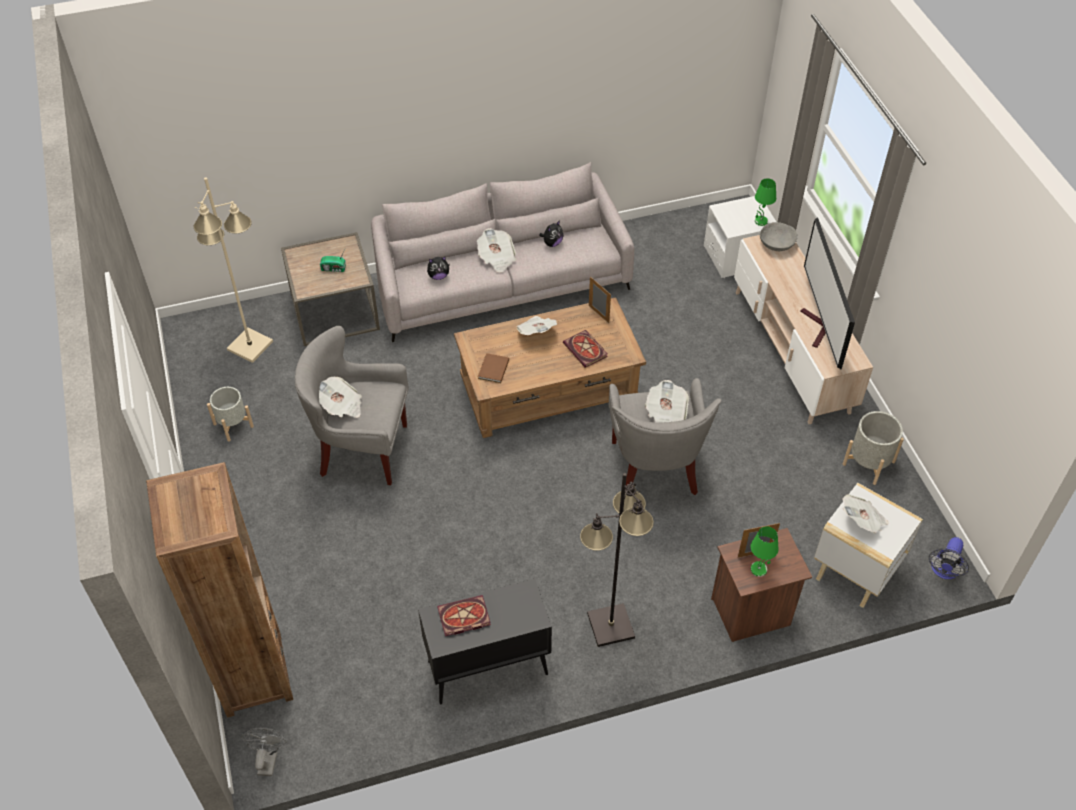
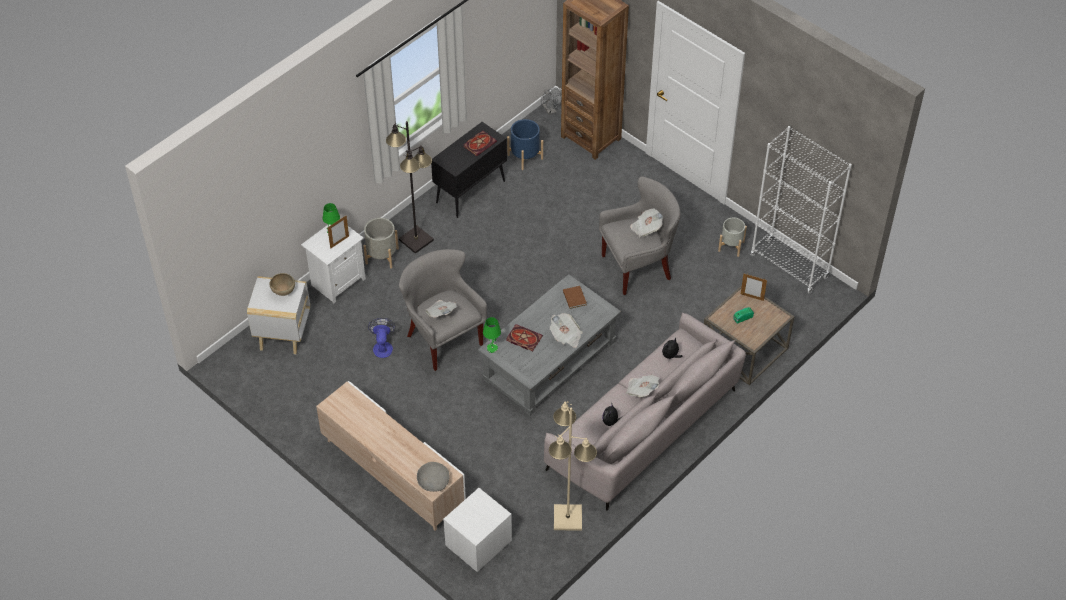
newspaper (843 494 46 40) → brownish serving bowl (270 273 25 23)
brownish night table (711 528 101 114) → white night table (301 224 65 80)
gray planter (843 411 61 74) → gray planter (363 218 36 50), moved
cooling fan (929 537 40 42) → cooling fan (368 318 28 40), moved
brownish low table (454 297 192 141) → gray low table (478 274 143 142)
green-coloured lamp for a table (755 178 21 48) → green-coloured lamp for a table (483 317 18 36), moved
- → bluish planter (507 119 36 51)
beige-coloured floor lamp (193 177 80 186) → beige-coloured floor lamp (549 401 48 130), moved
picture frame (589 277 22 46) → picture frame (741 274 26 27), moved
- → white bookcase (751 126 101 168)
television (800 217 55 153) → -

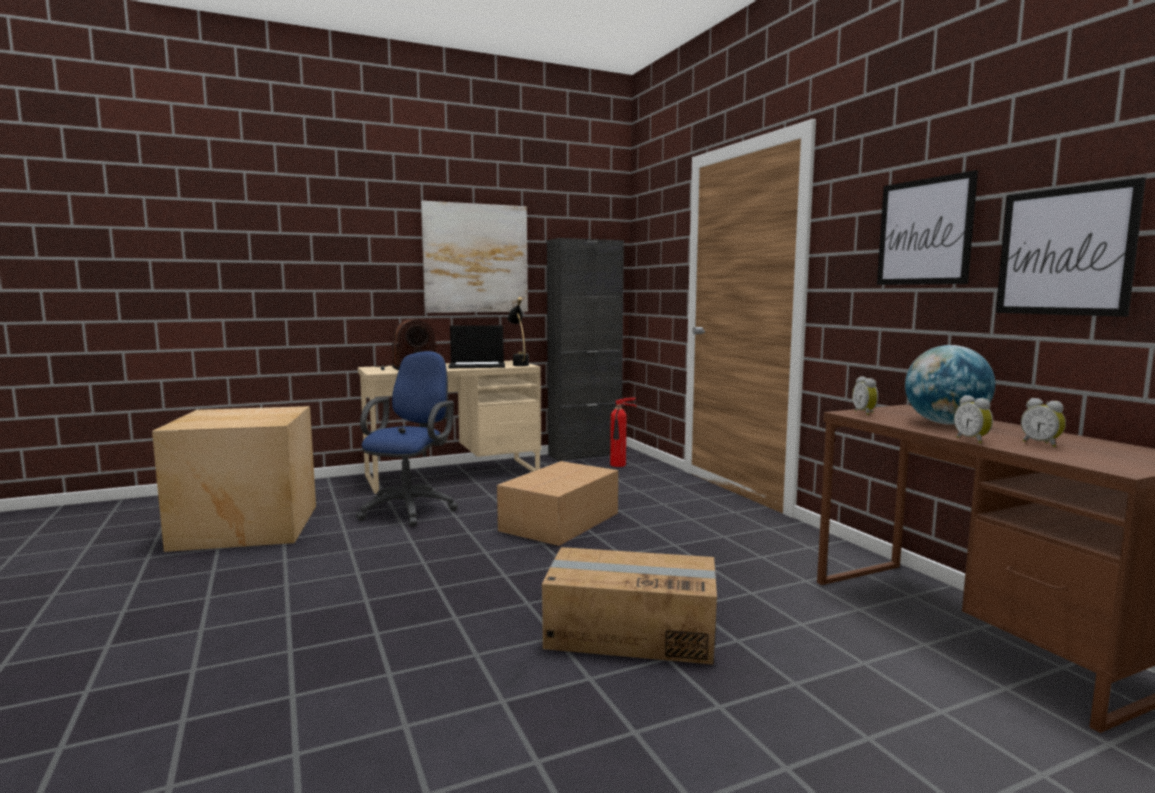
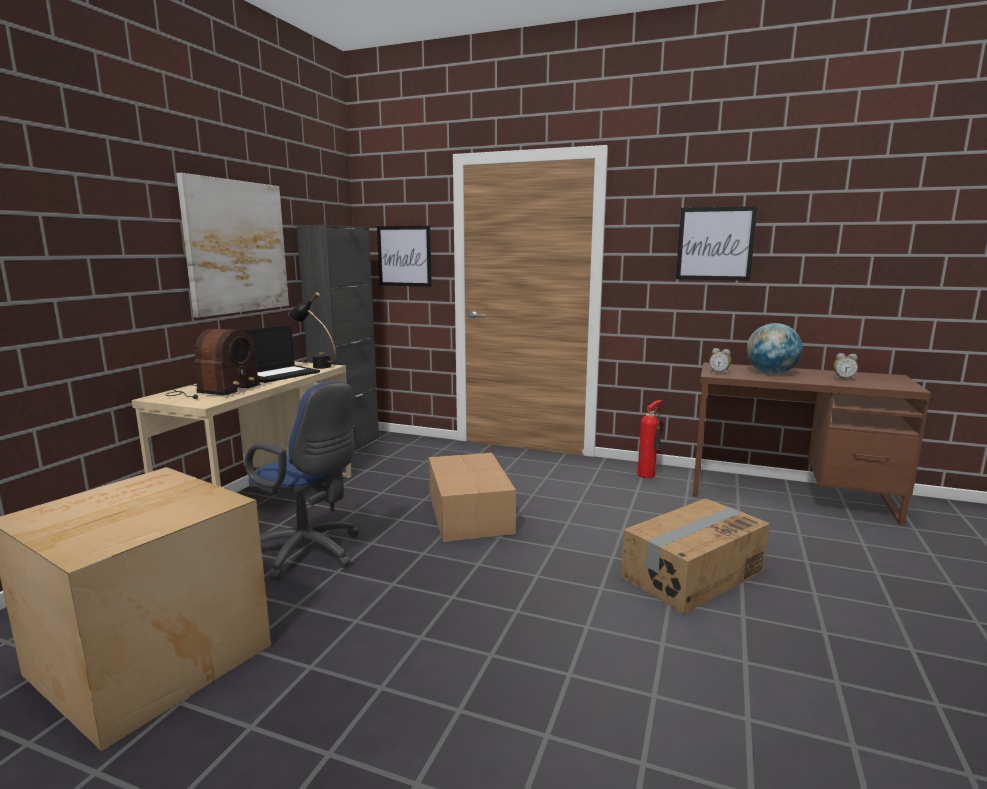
bluish computer chair (356 351 102 176) → bluish computer chair (245 382 114 198), 150 degrees clockwise
picture (996 177 150 140) → picture (377 226 55 61), moved
fire extinguisher (610 398 27 69) → fire extinguisher (638 400 24 78), moved
table clock (954 395 39 49) → -

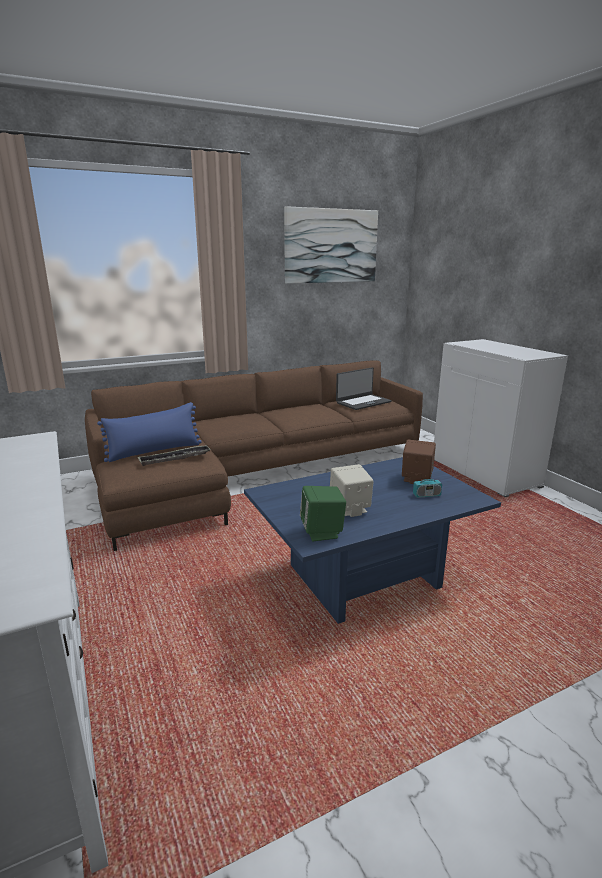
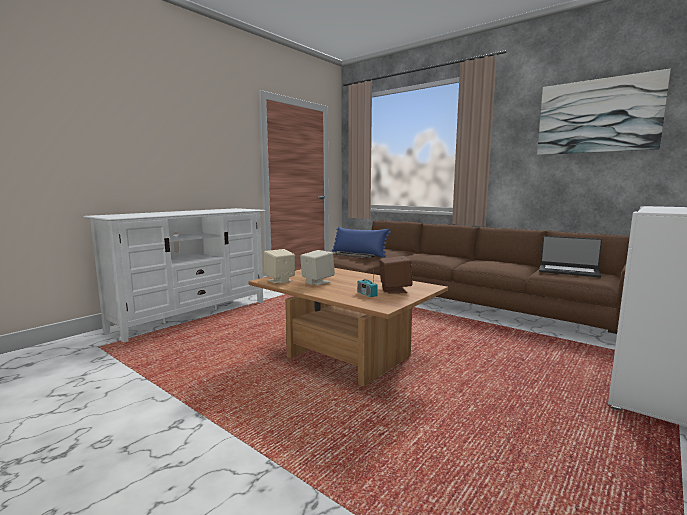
bluish low table (244 457 257 167) → brownish low table (248 268 200 119)
green-coloured loudspeaker (300 486 46 55) → beige-coloured loudspeaker (264 249 31 35)

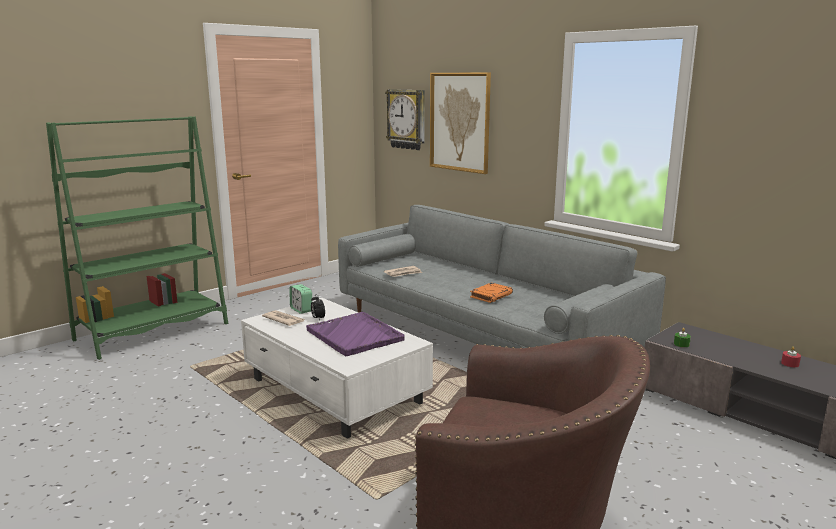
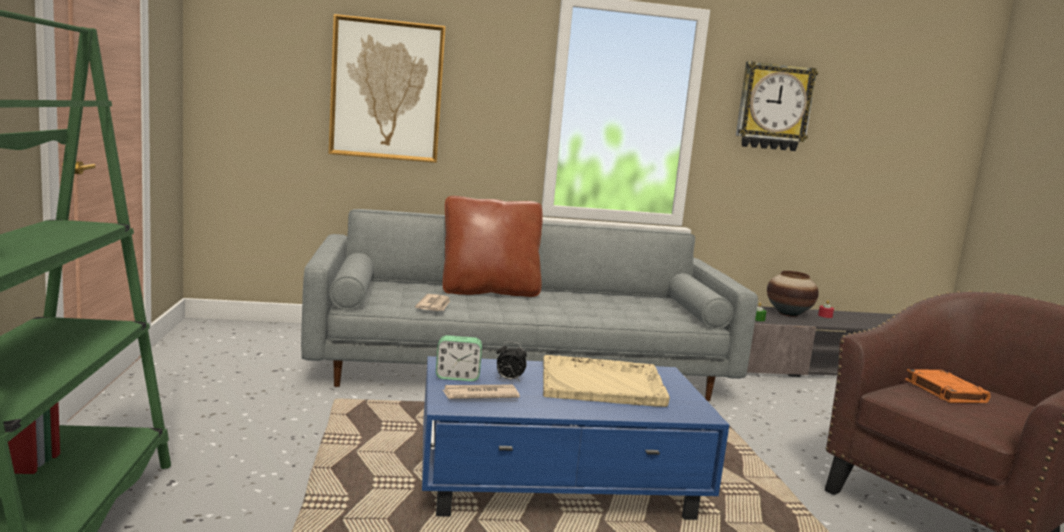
white low table (241 298 192 141) → bluish low table (422 356 307 164)
- → brownish cushion (443 196 100 101)
purplish tray (306 312 99 44) → beige-coloured tray (543 355 127 52)
clock on the wall (385 89 40 61) → clock on the wall (736 61 82 90), moved
- → vase (767 271 52 46)
orange-coloured bound book (470 283 43 20) → orange-coloured bound book (905 369 86 34), moved

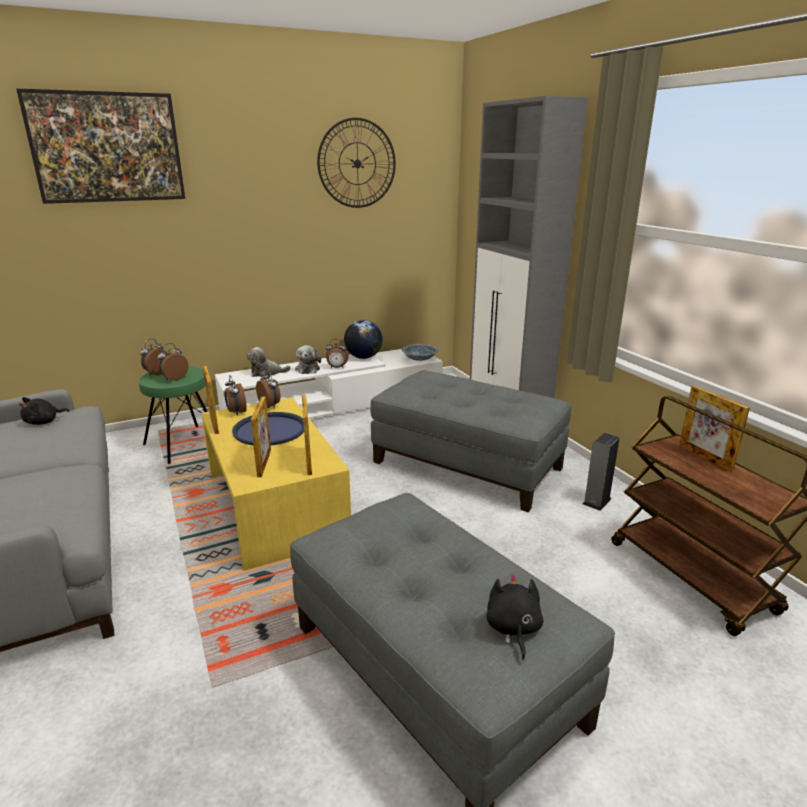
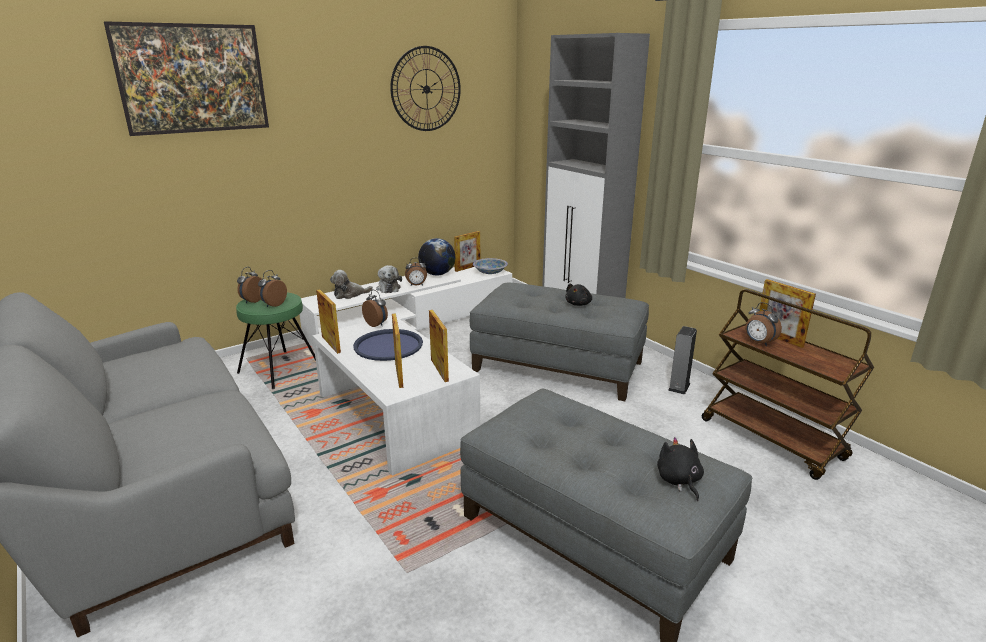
yellow-coloured low table (202 397 149 174) → white low table (313 316 167 160)
- → picture frame (454 231 26 41)
black cuddly toy (19 397 50 28) → black cuddly toy (565 284 27 22), moved
table clock (224 375 23 41) → table clock (745 302 37 44), moved

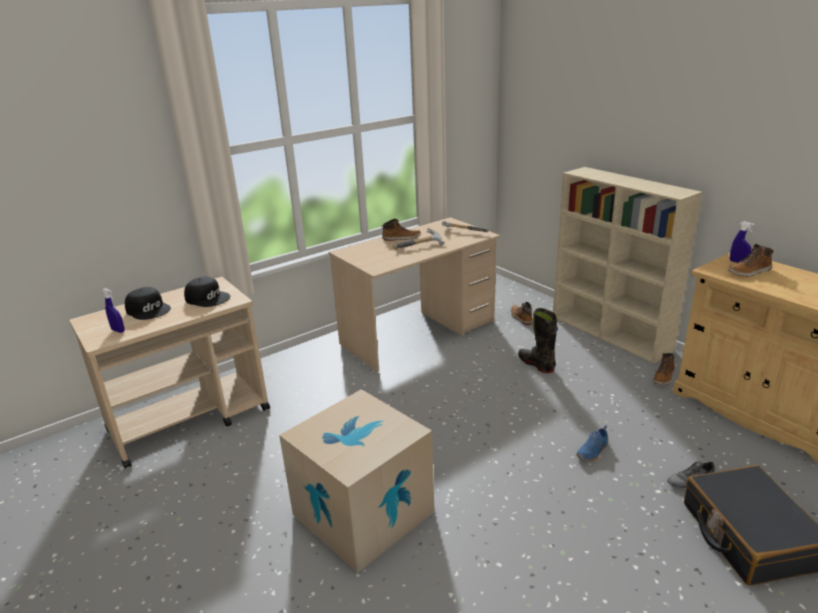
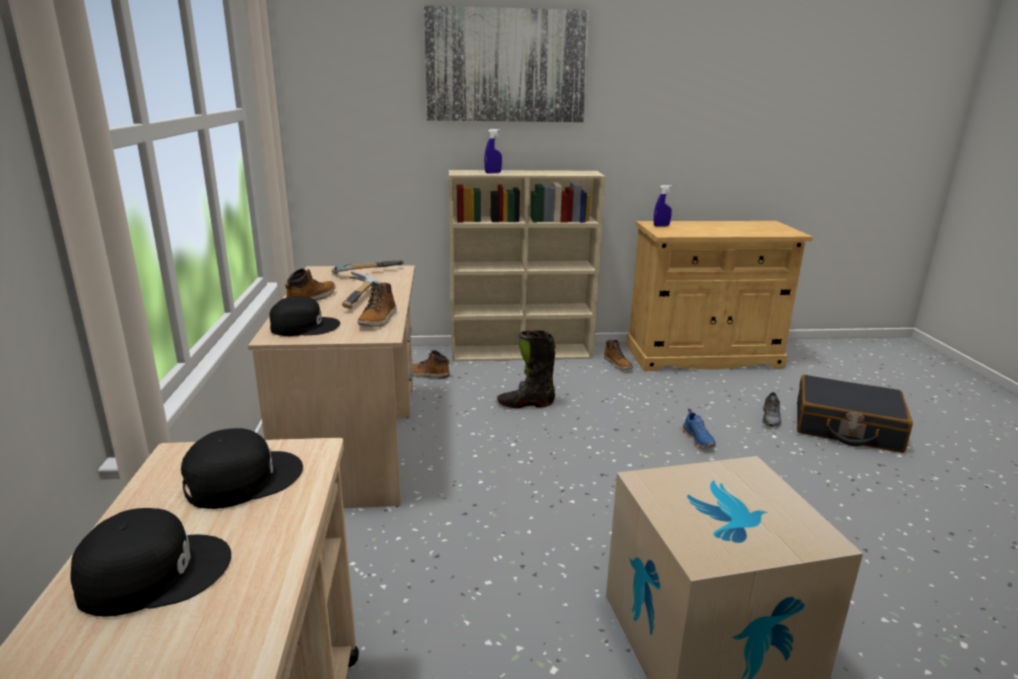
- → black cap (270 296 70 40)
high-top boot (728 244 46 33) → high-top boot (358 281 38 46), moved
- → picture (424 6 166 116)
bluish sprayer (102 288 23 45) → bluish sprayer (484 129 18 45), moved

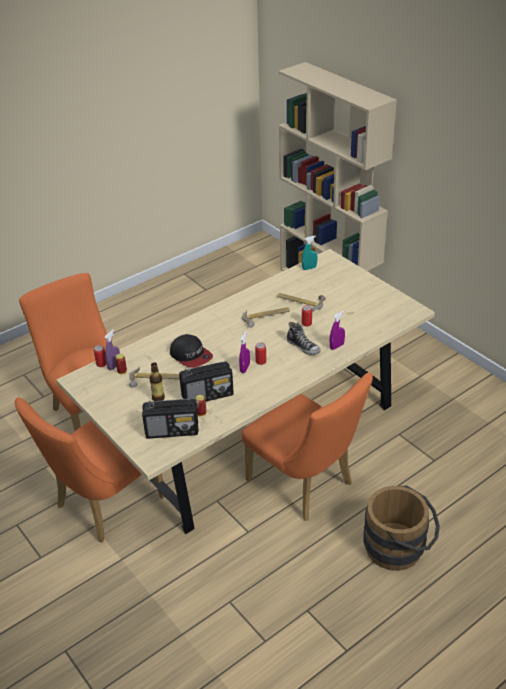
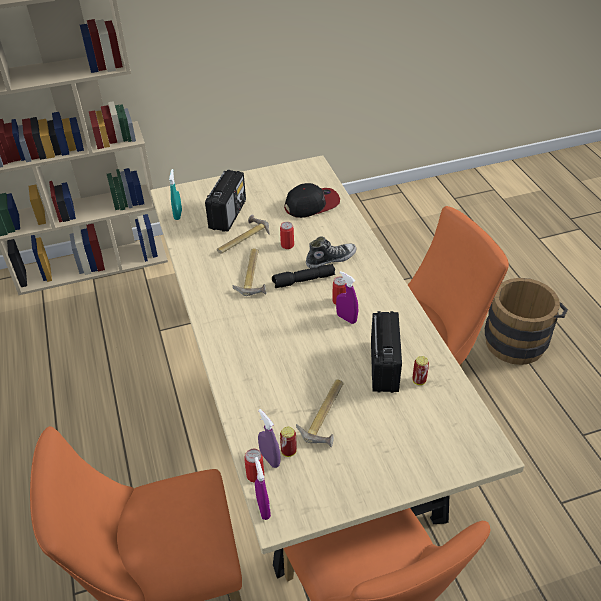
radio (142 399 56 40) → radio (205 170 41 62), moved
purplish sprayer (330 311 15 39) → purplish sprayer (255 457 16 63), moved
- → black flashlight (272 264 63 24)
cap (170 334 43 34) → cap (284 183 56 35), moved
beverage bottle (149 362 16 39) → -

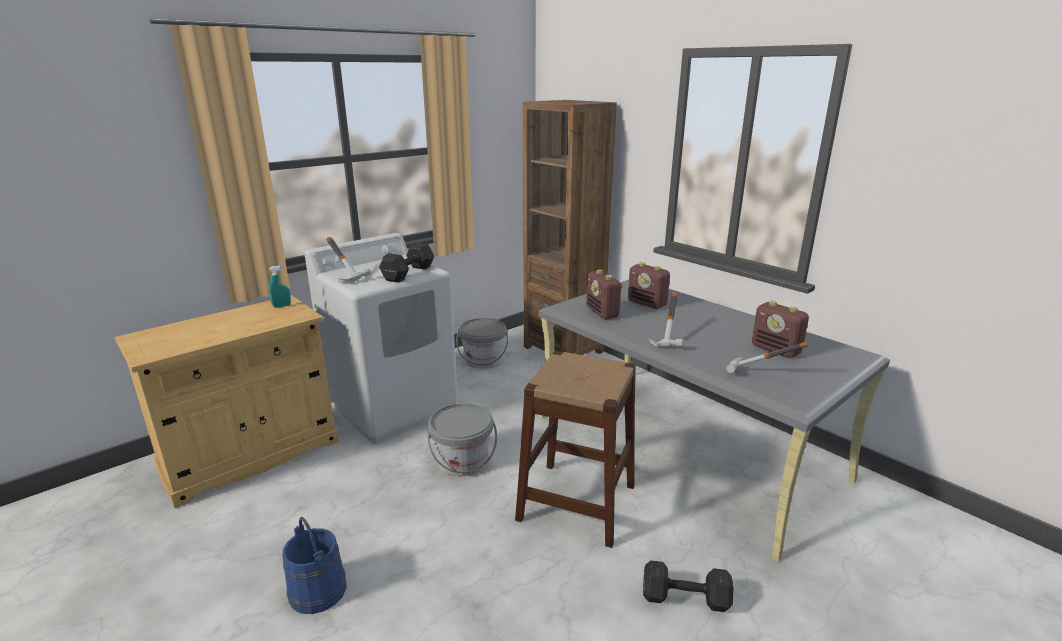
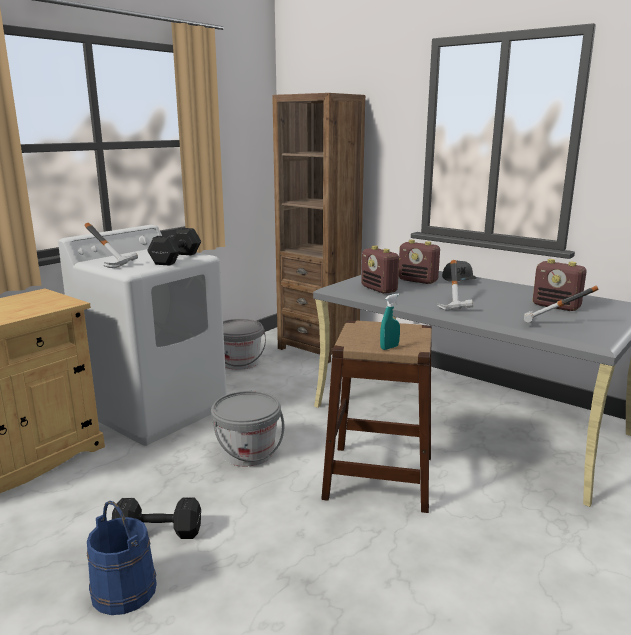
black dumbbell (643 560 91 52) → black dumbbell (112 498 89 41), moved
blue-green sprayer (269 265 22 43) → blue-green sprayer (380 294 20 56), moved
- → gray cap (442 260 35 22)

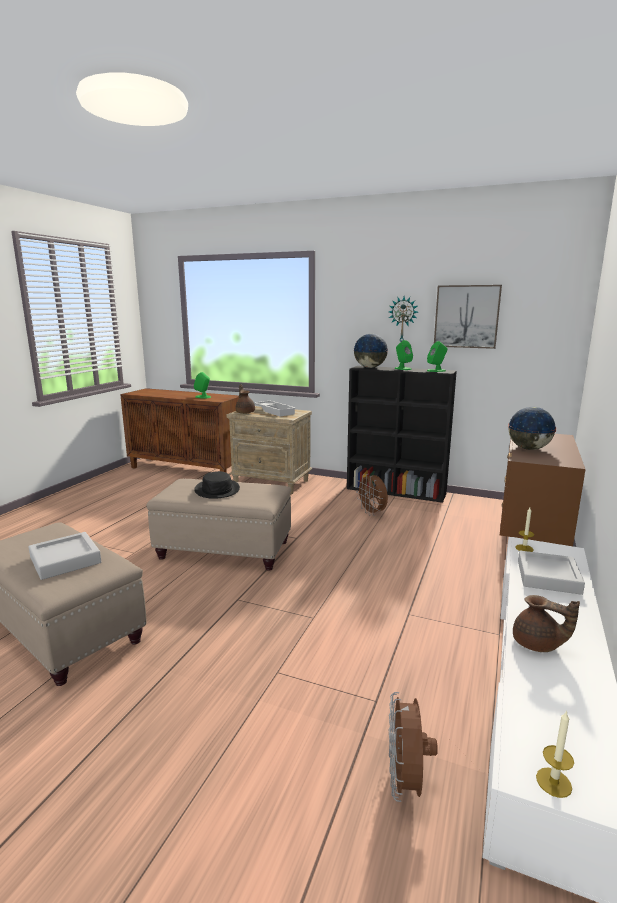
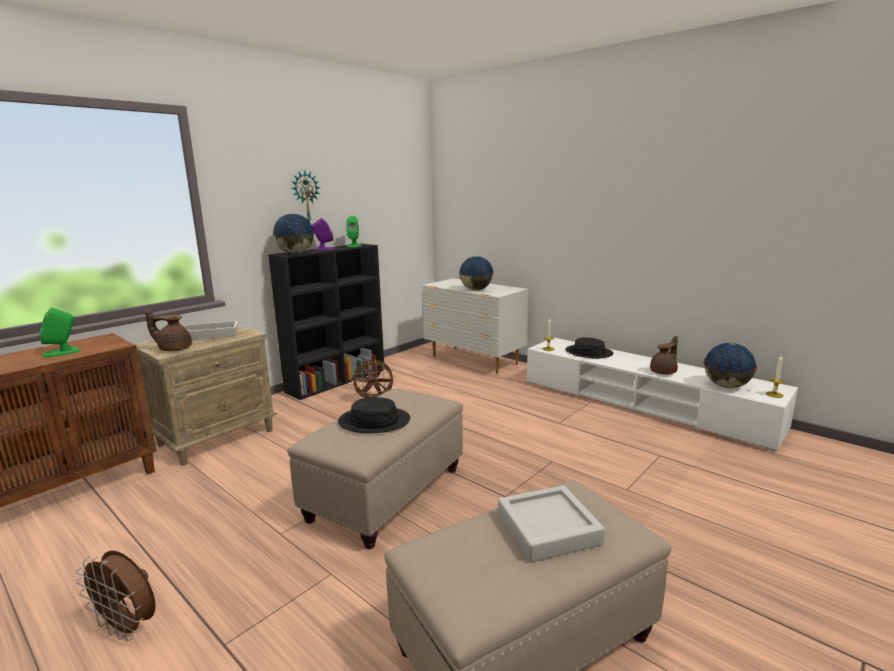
brownish cooling fan (389 692 49 110) → brownish cooling fan (76 550 79 91), moved
green-coloured loudspeaker (395 340 18 30) → purplish loudspeaker (312 218 23 32)
brownish drawer chest (500 434 86 112) → white drawer chest (422 278 107 96)
gray tray (518 551 67 44) → black hat (565 337 48 22)
- → desk globe (704 343 53 45)
picture (434 285 68 64) → -

